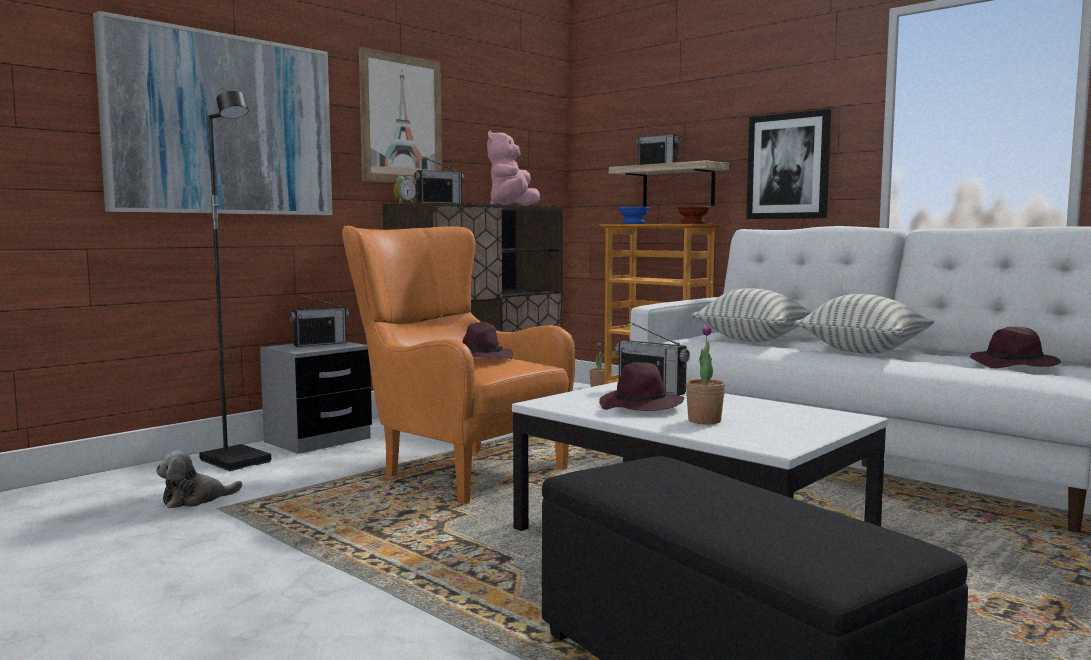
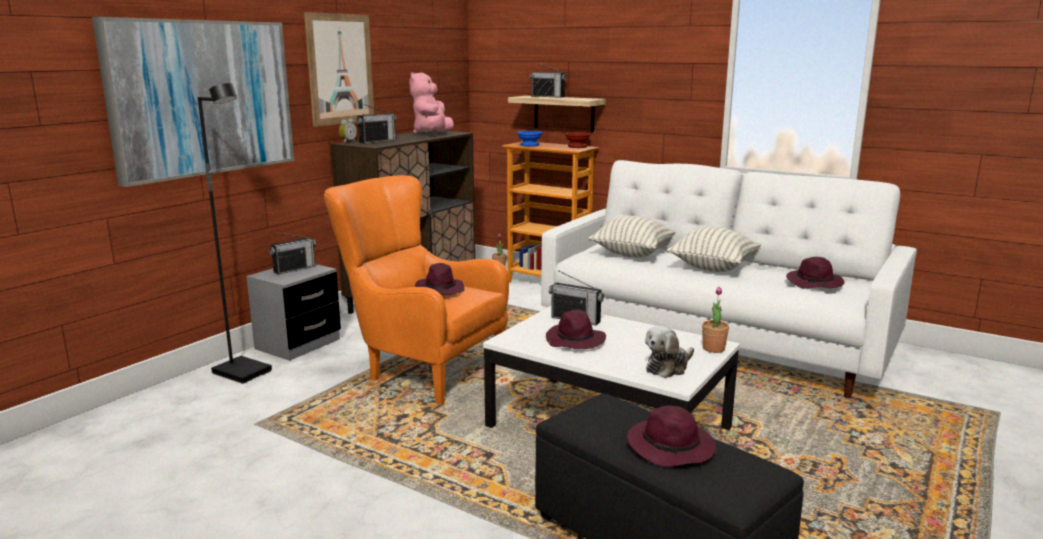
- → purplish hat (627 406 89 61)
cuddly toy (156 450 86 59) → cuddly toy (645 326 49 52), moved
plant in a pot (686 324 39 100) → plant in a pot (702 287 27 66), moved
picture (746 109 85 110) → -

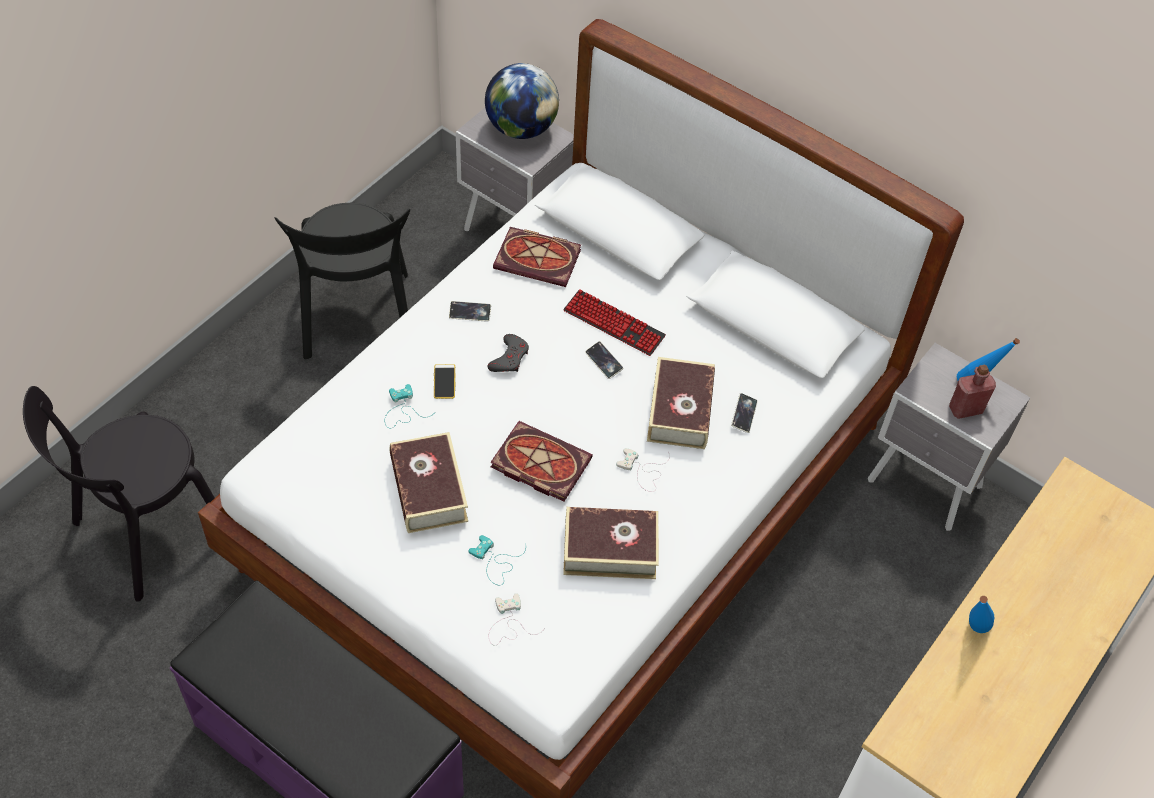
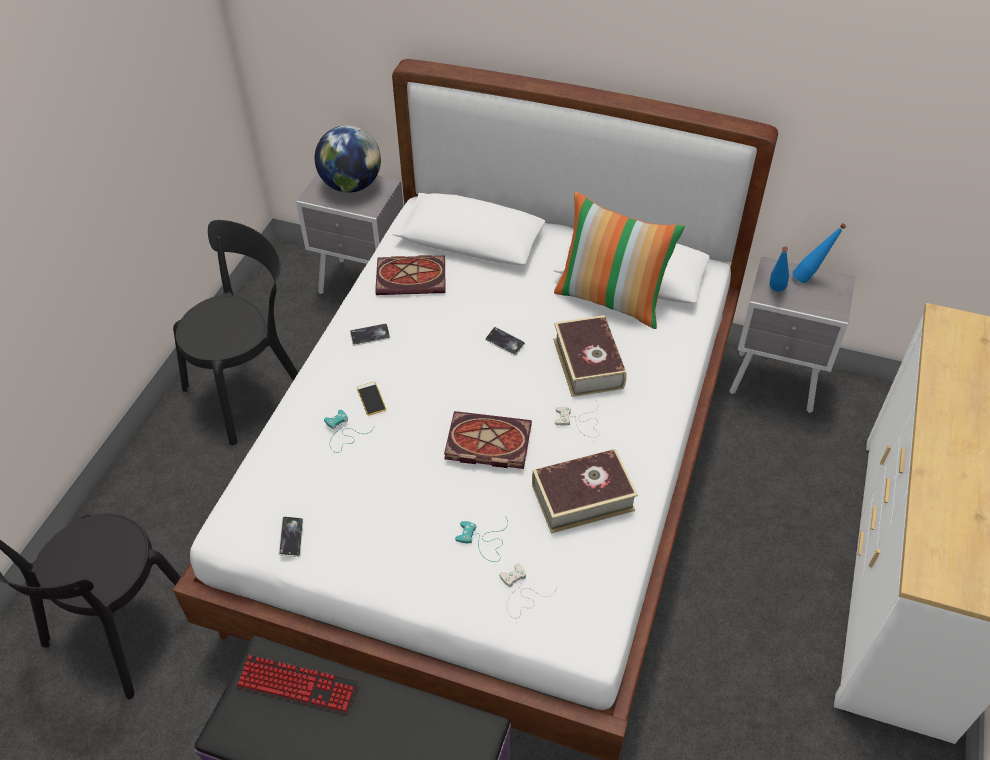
black upright chair (275 203 135 156) → black upright chair (173 220 125 225), 105 degrees counterclockwise
computer keyboard (563 289 103 67) → computer keyboard (236 655 123 60), moved
telephone (731 393 27 40) → telephone (279 516 24 41), moved
- → cushion (554 191 131 138)
bluish beverage bottle (969 596 26 37) → bluish beverage bottle (769 246 20 46), moved
bound book (389 432 79 101) → -
gray joypad (487 334 42 38) → -
reddish beverage bottle (949 365 47 54) → -

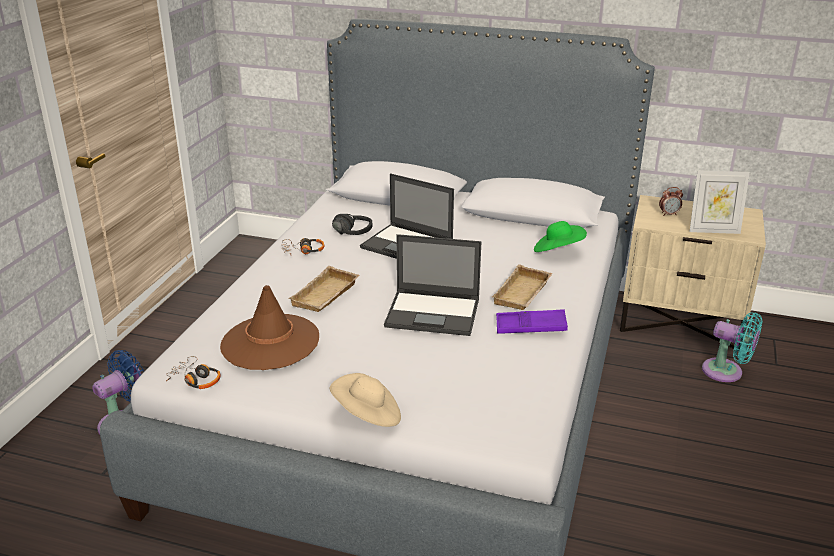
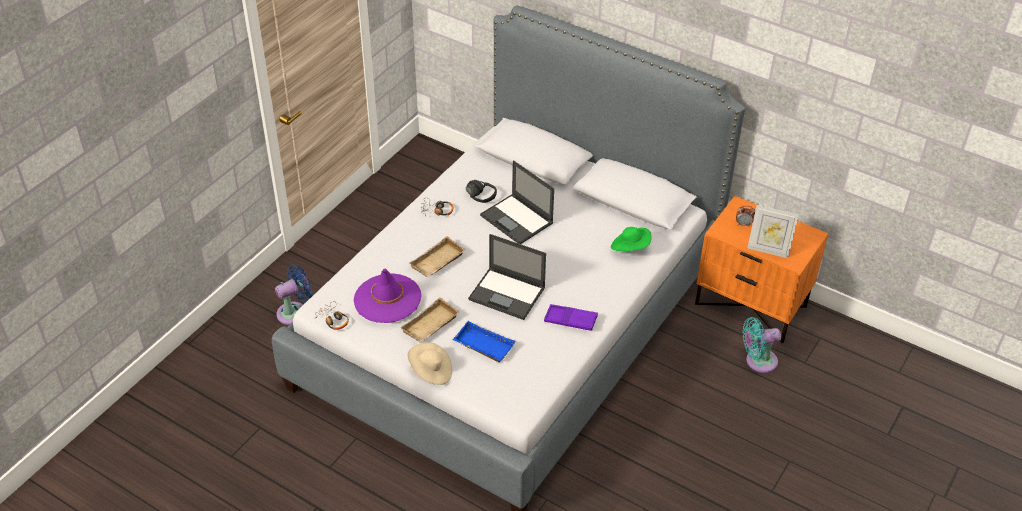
brownish hat (220 285 99 85) → purplish hat (354 269 68 54)
beige-coloured tray (492 264 60 46) → beige-coloured tray (400 297 60 46), moved
- → bluish tray (452 321 63 41)
beige-coloured night table (620 195 146 154) → orange-coloured night table (695 196 133 147)
blue-green cooling fan (702 313 60 69) → blue-green cooling fan (743 317 38 56), 120 degrees clockwise

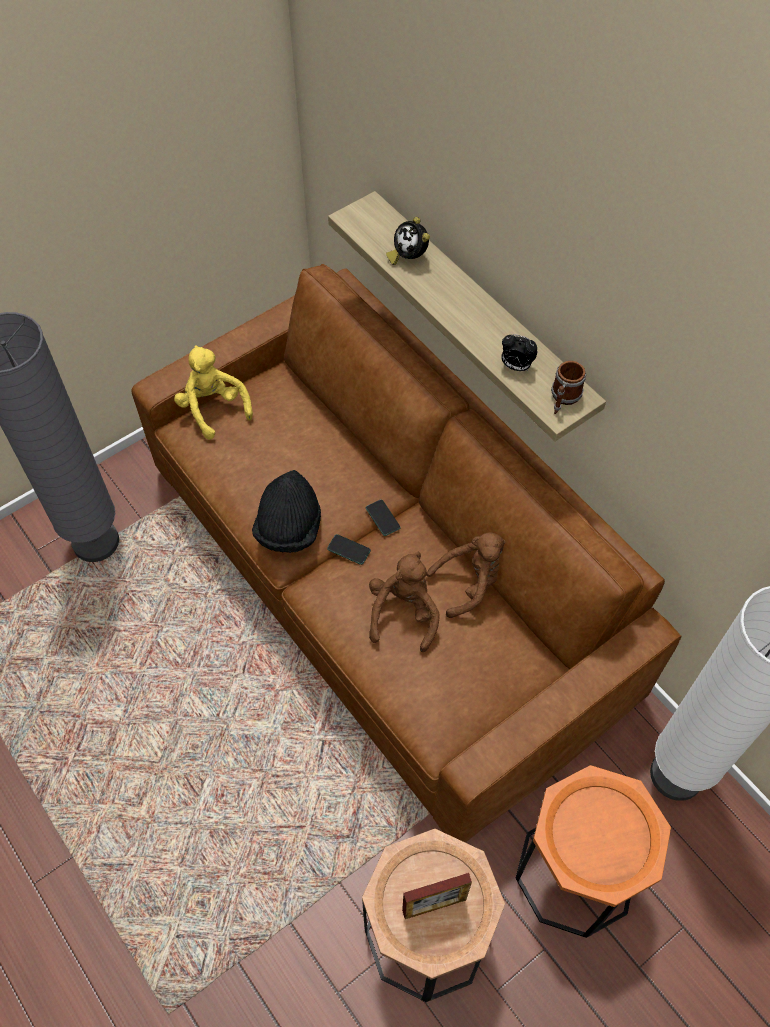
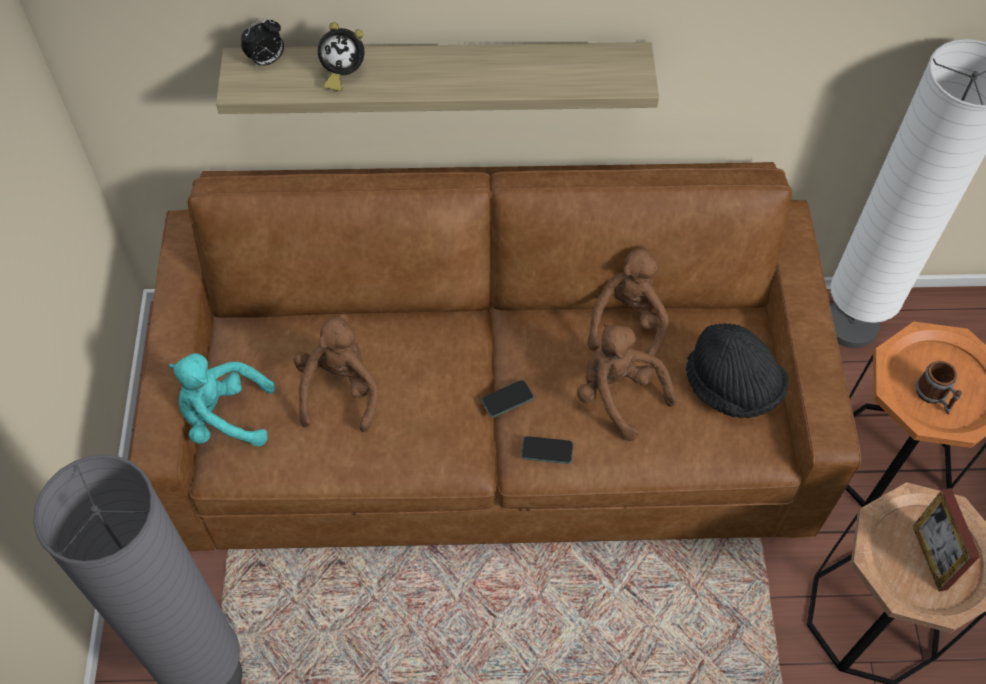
yellow-coloured cuddly toy (174 345 79 95) → blue-green cuddly toy (169 353 106 93)
table clock (501 334 36 37) → table clock (241 18 43 49), moved
- → brownish cuddly toy (294 314 85 118)
telephone (366 500 35 36) → telephone (521 436 52 28), moved
black hat (252 470 69 83) → black hat (686 323 103 95), moved
picture frame (402 873 70 46) → picture frame (913 488 67 103), 150 degrees clockwise
coffee mug (551 361 35 53) → coffee mug (916 361 46 54), moved

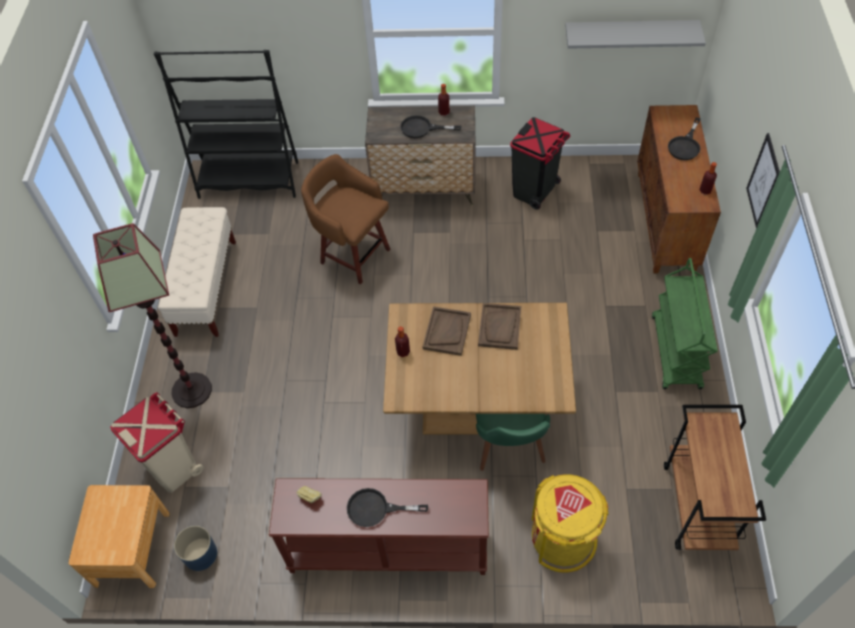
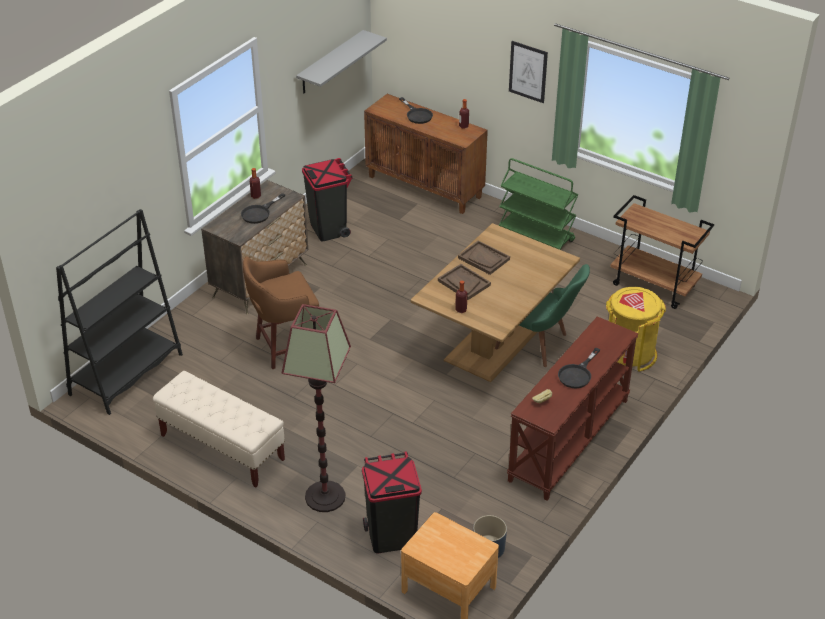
beige-coloured rubbish bin (110 392 94 101) → black rubbish bin (362 451 60 102)

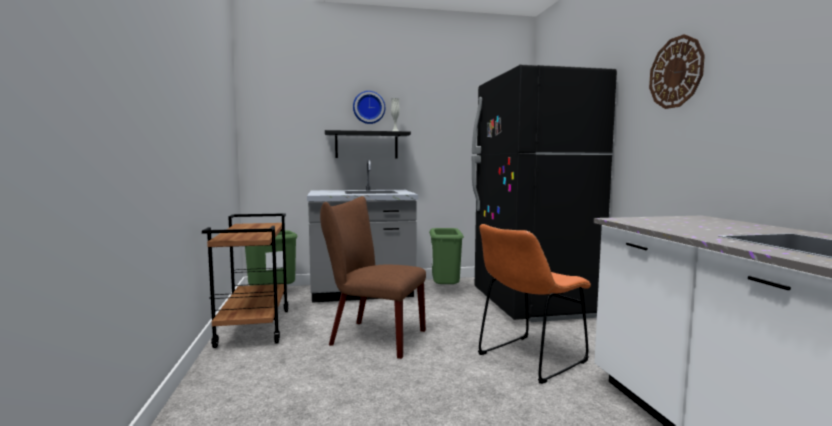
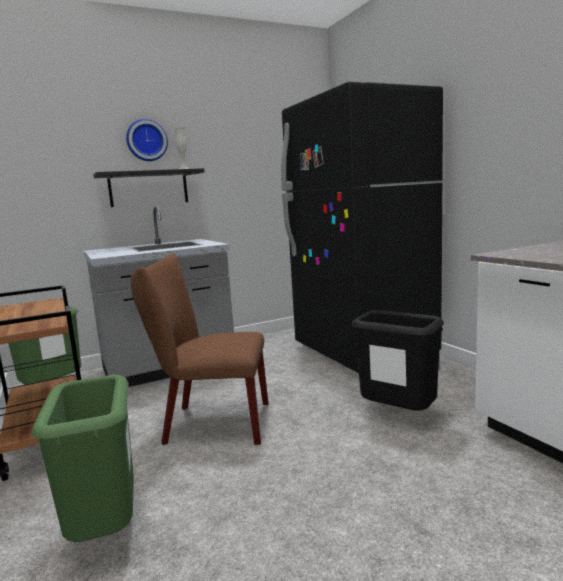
green-coloured rubbish bin (429 228 35 56) → green-coloured rubbish bin (32 375 102 167), moved
orange-coloured upright chair (478 224 113 160) → black rubbish bin (352 310 92 101)
clock on the wall (649 34 56 75) → -

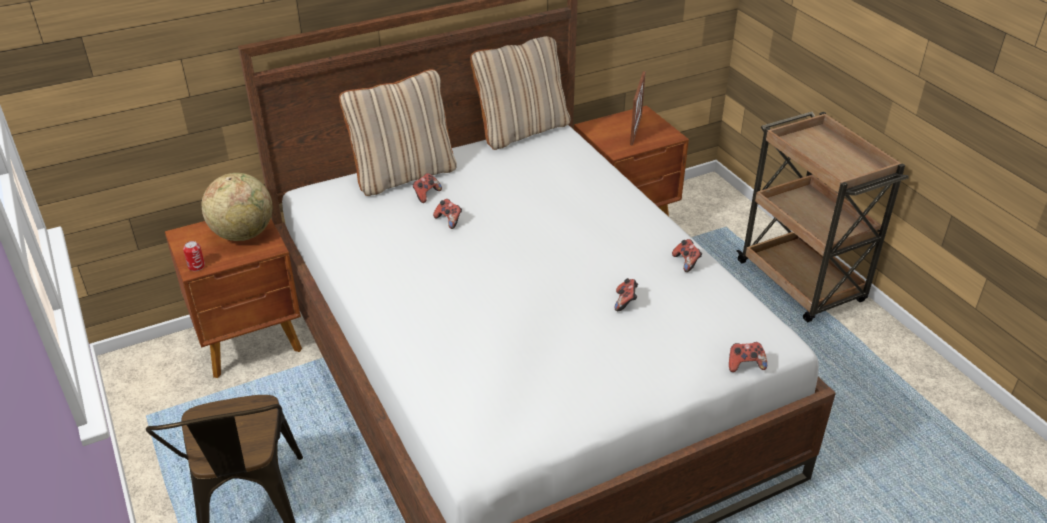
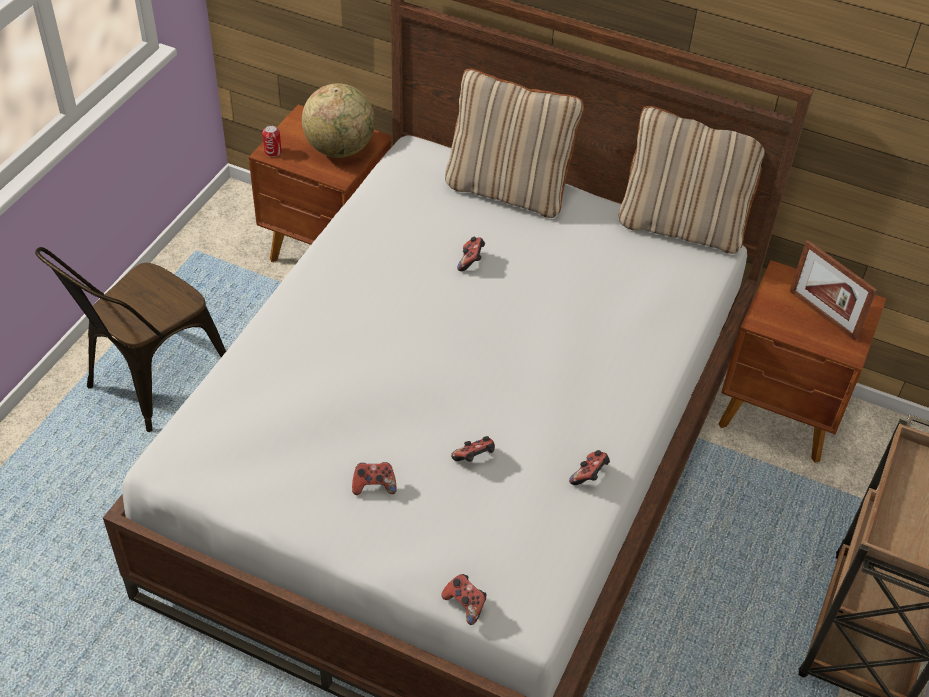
joypad (412 173 30 30) → joypad (352 462 45 33), moved
picture frame (630 71 16 74) → picture frame (789 240 88 101), 75 degrees clockwise

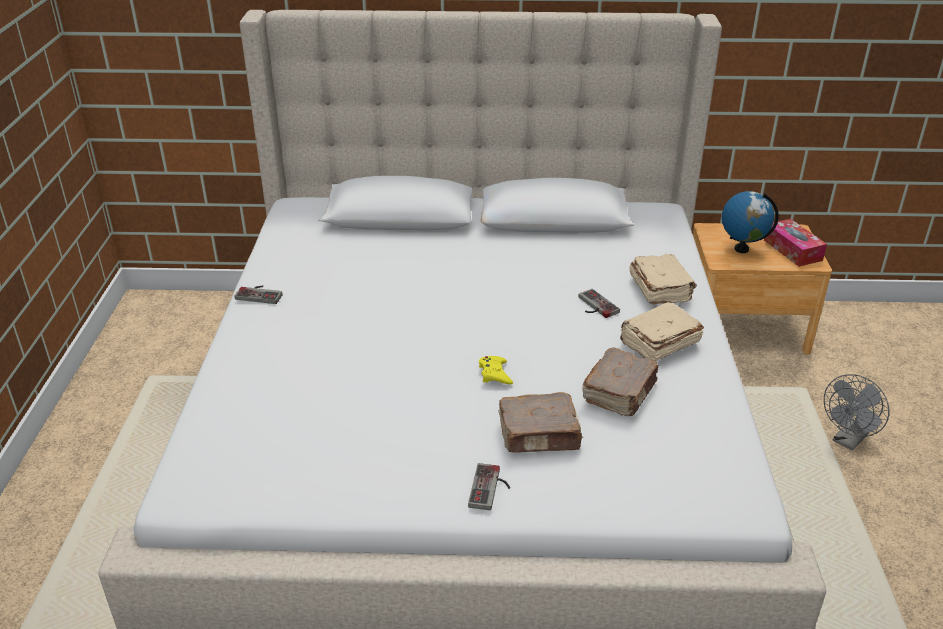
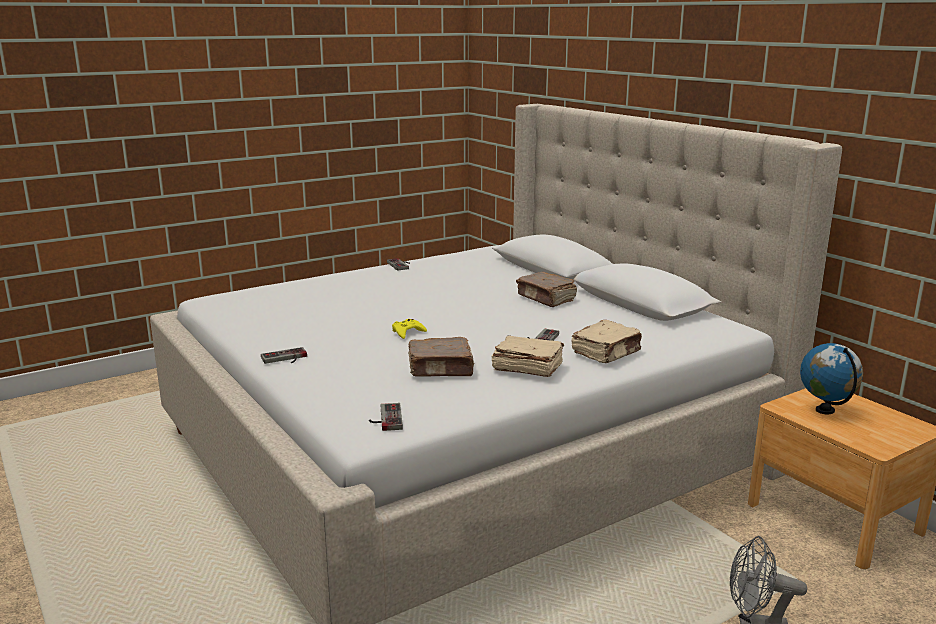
- → joypad (369 403 34 28)
brownish bound book (499 392 84 61) → brownish bound book (516 272 61 35), moved
tissue box (764 219 63 48) → -

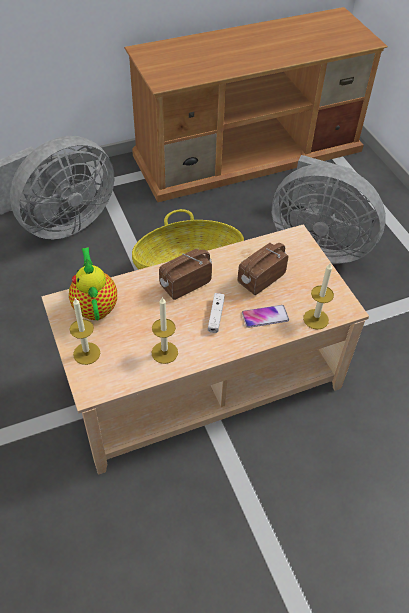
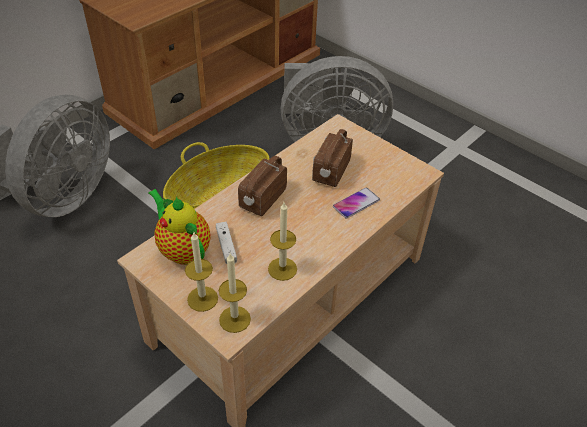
white joypad (208 293 17 40) → white joypad (216 222 21 42), moved
wax light (303 262 31 68) → wax light (219 254 32 79), moved

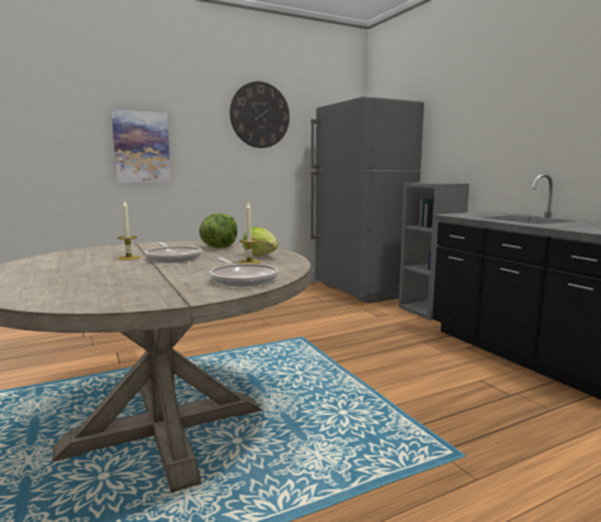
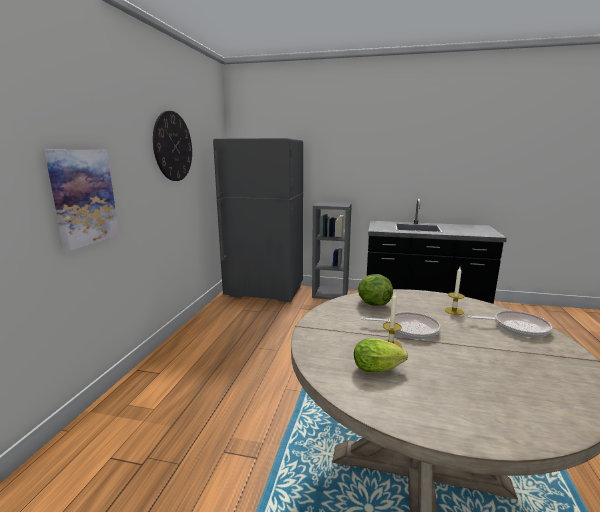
lettuce (243 227 35 29) → lettuce (354 338 54 34), moved

